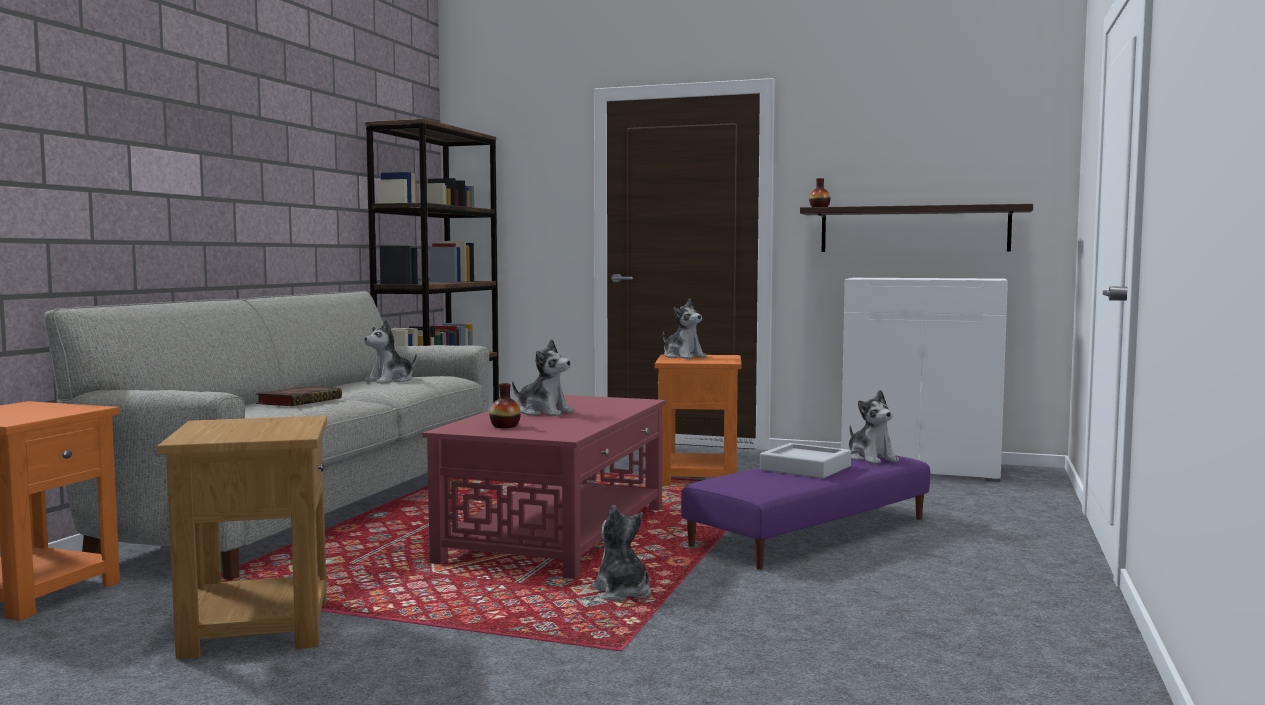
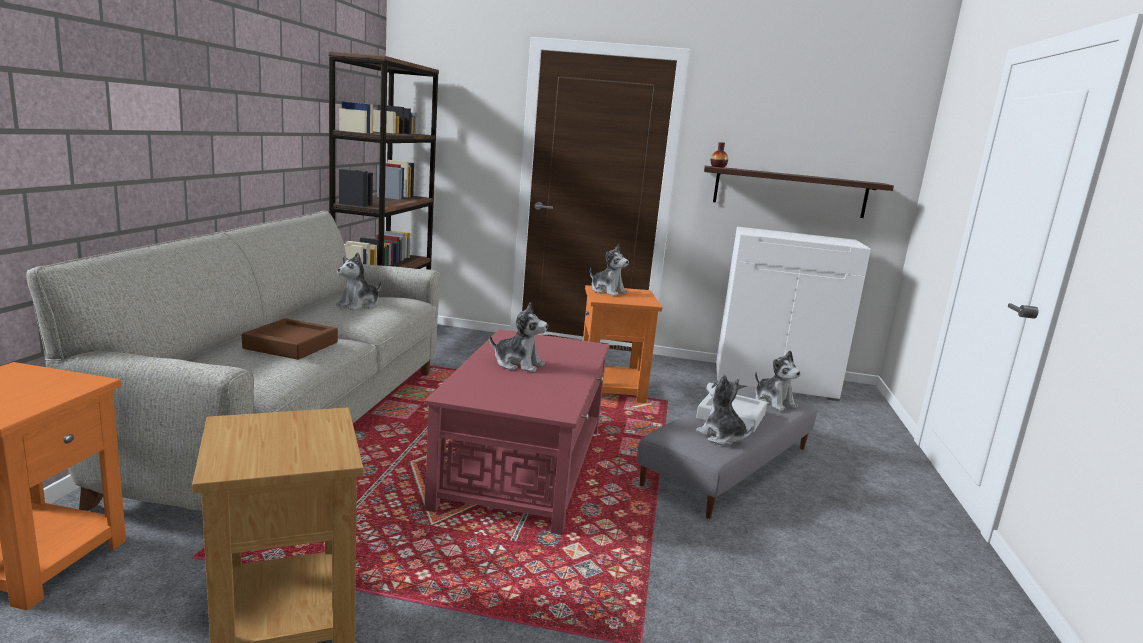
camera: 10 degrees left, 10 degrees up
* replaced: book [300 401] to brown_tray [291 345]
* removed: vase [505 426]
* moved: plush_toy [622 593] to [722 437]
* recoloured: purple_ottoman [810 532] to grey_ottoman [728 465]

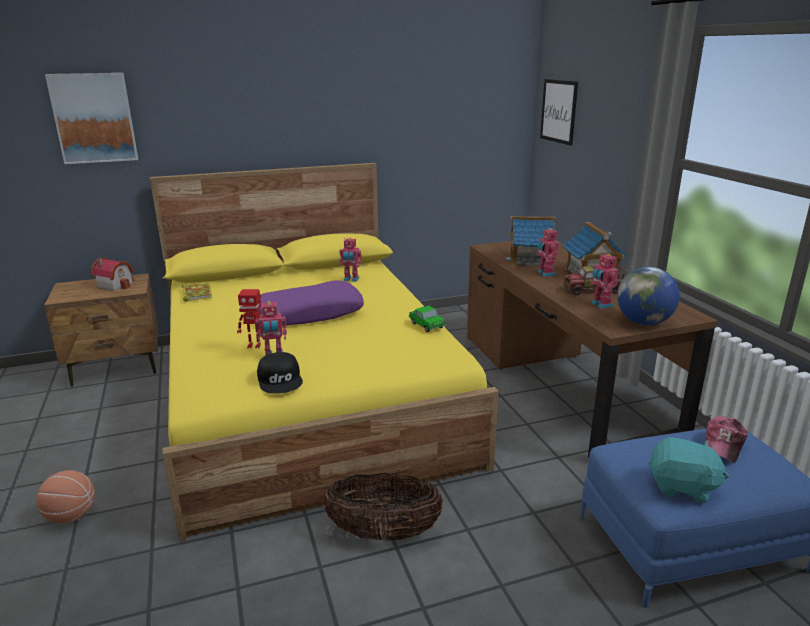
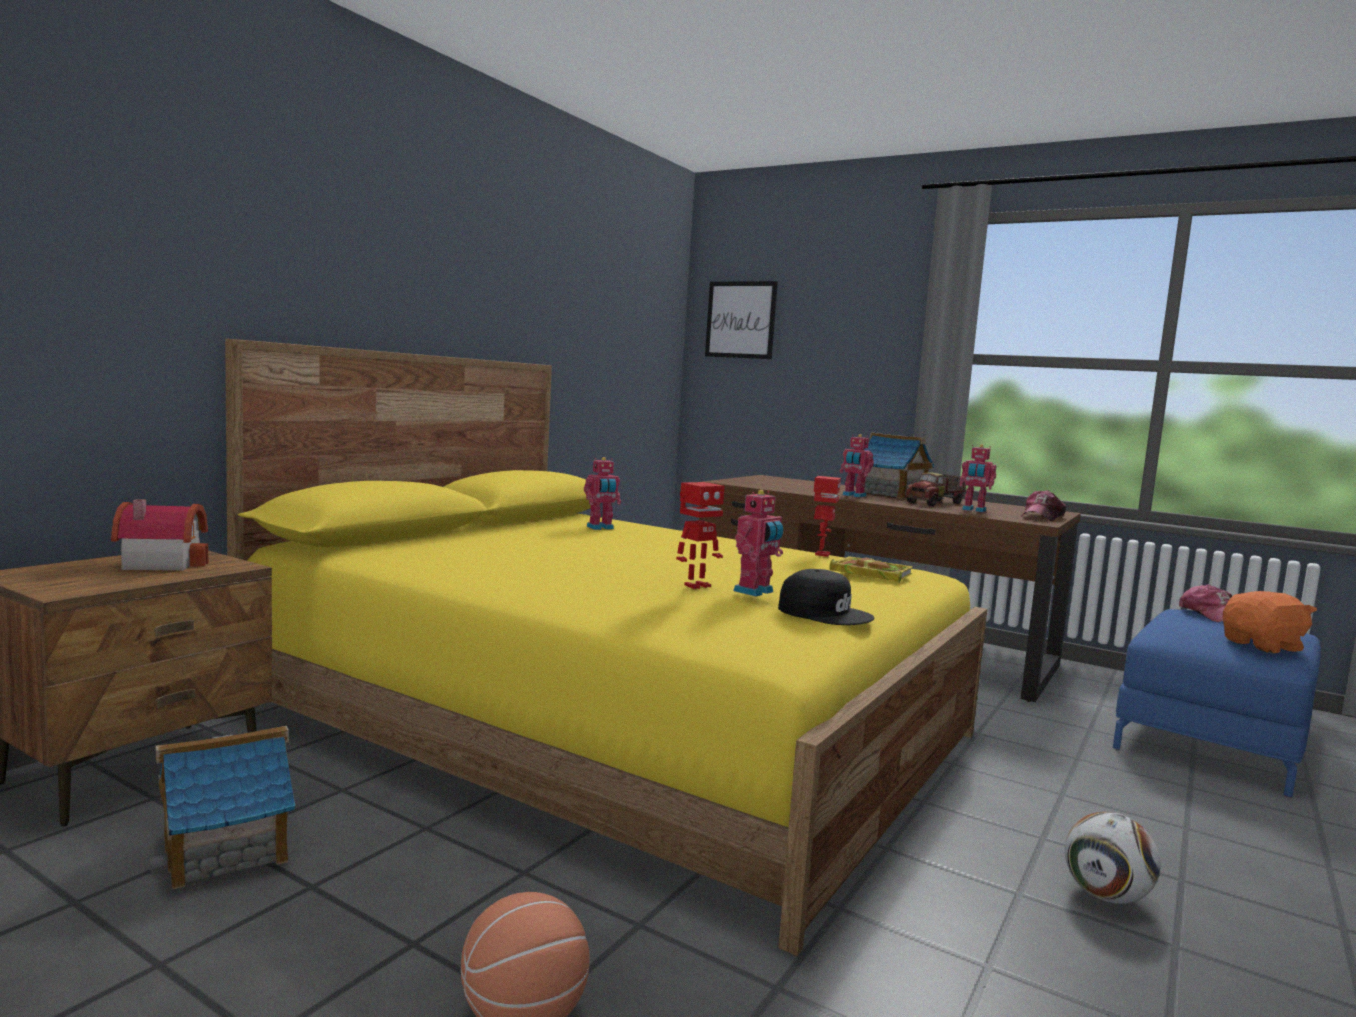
camera: 40 degrees left, 15 degrees down
* removed: picture [94 118]
* moved: book [196 293] to [869 573]
* removed: purple_pillow [310 314]
* removed: basket [384 533]
* replaced: toy_car [427 325] to toy_robot [821 554]
* moved: toy_house [530 260] to [226 850]
* replaced: globe [643 322] to cap [1042 517]
* recoloured: turquoise_plush_toy [682 487] to orange_plush_toy [1263 646]
* added: football [1106 896]

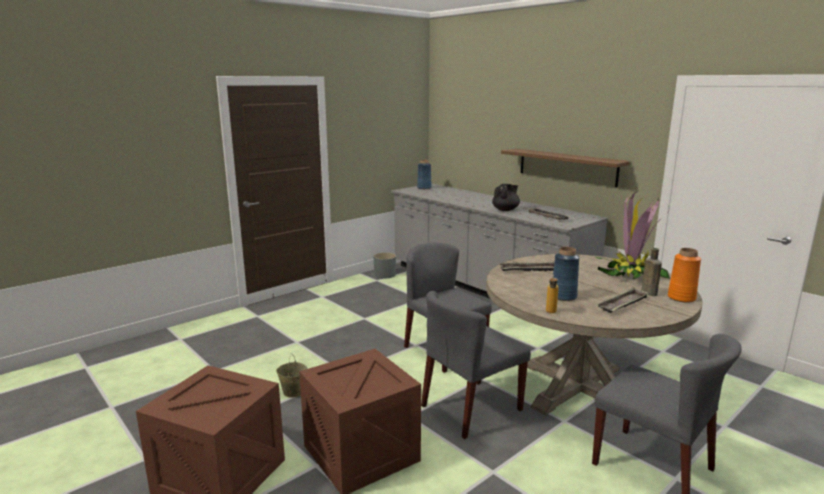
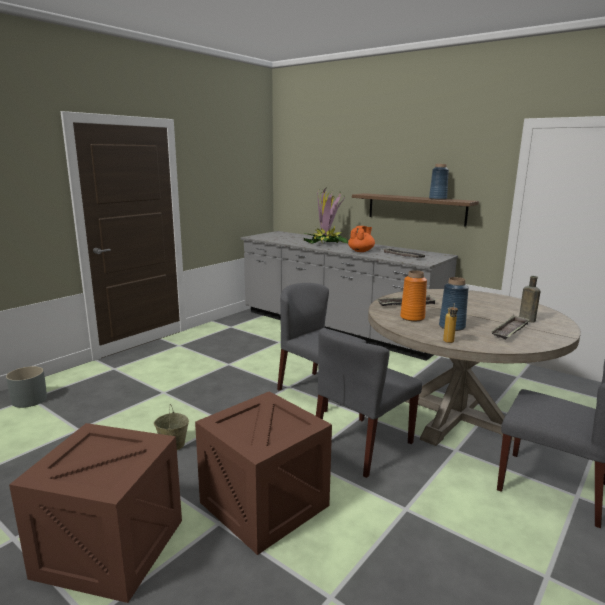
camera: 10 degrees left, 0 degrees up
* moved: grey_planter [385 274] to [29 400]
* moved: blue_vase [424 188] to [437 199]
* recoloured: black_teapot [505 210] to orange_teapot [361 251]
* moved: potted_plant [631 275] to [326 243]
* moved: orange_vase [681 298] to [412 317]

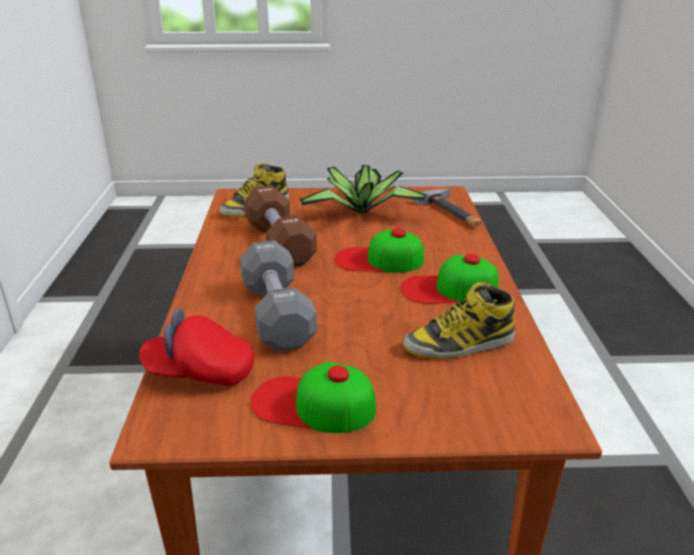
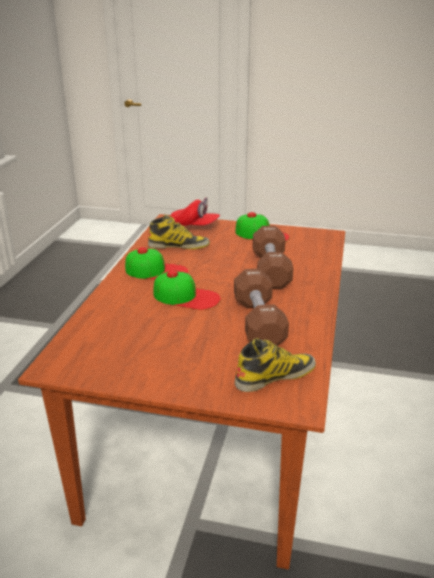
camera: 165 degrees left, 0 degrees up
* moved: red_cap [200 372] to [194 226]
* recoloured: grey_dumbbell [277 314] to brown_dumbbell [271 270]
* removed: potted_plant [362 211]
* removed: hammer [453 212]

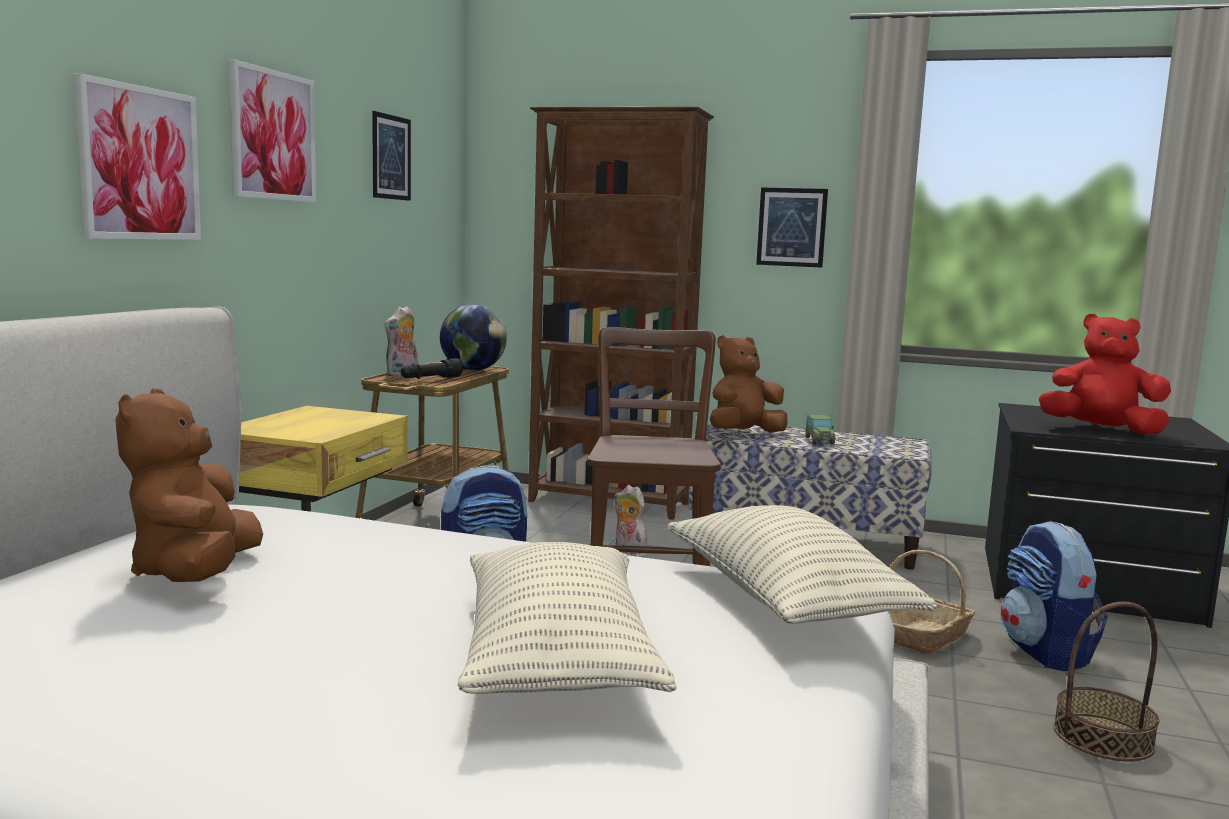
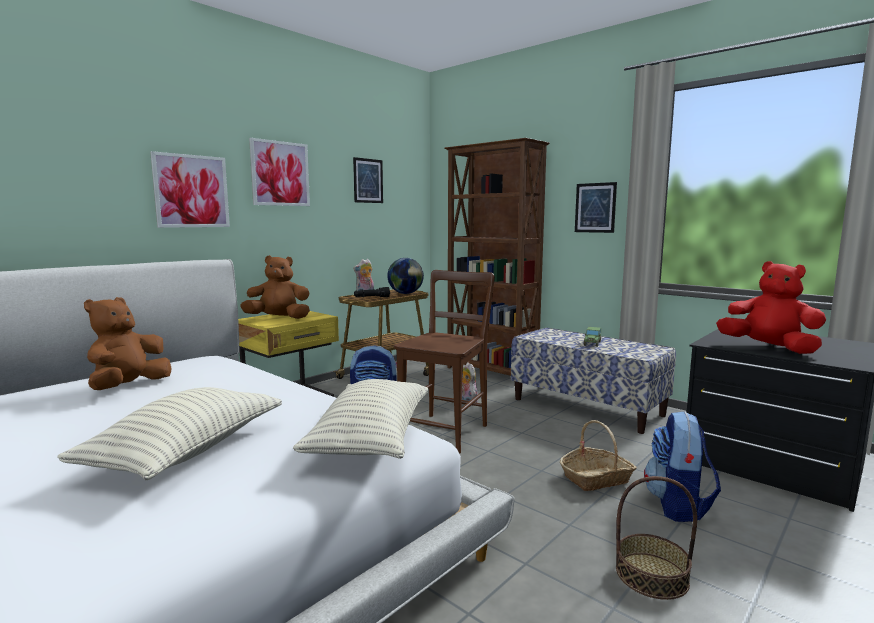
camera: 25 degrees right, 0 degrees up
* moved: brown_plush_toy [743 434] to [278 318]

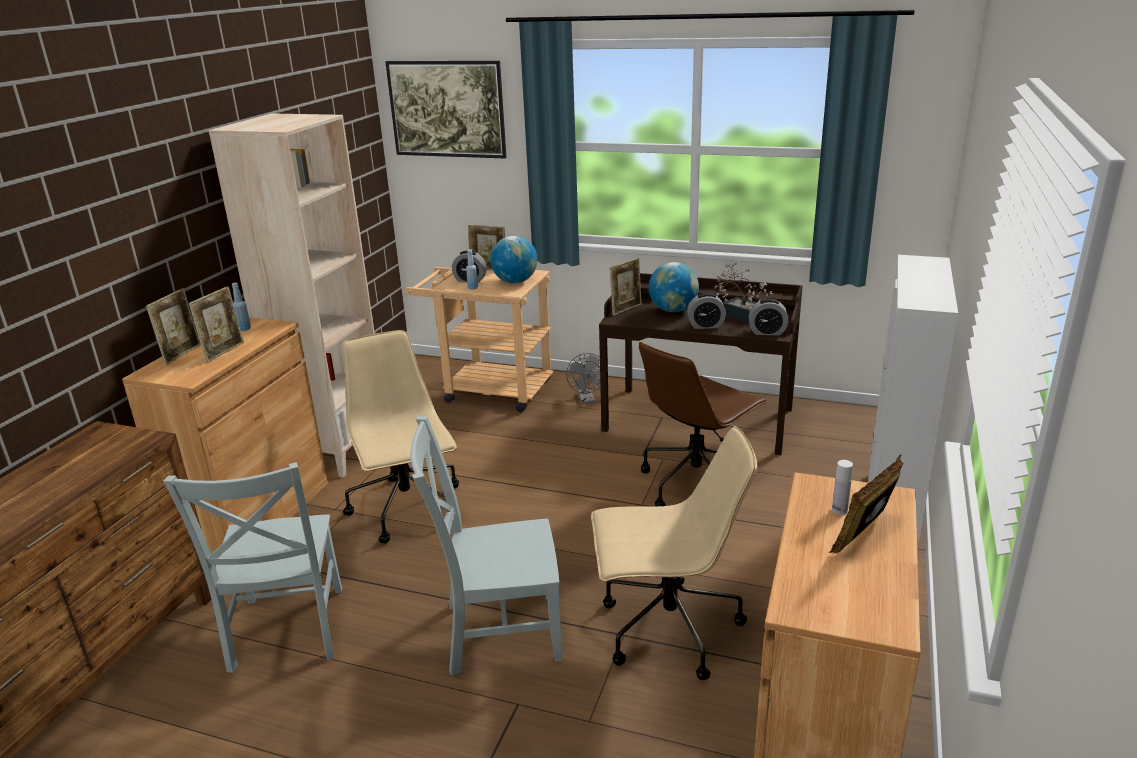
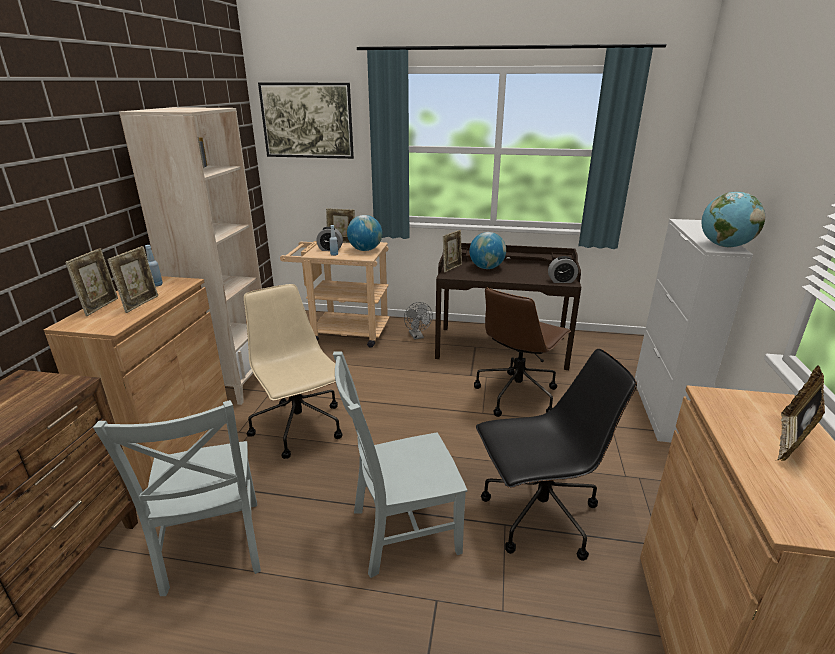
camera: 10 degrees left, 0 degrees up
* recoloured: beige_office_chair [667 630] to black_office_chair [538 517]
* removed: alarm_clock [705 326]
* removed: potted_plant [739 314]
* removed: white_bottle [839 510]
* added: globe [724 246]

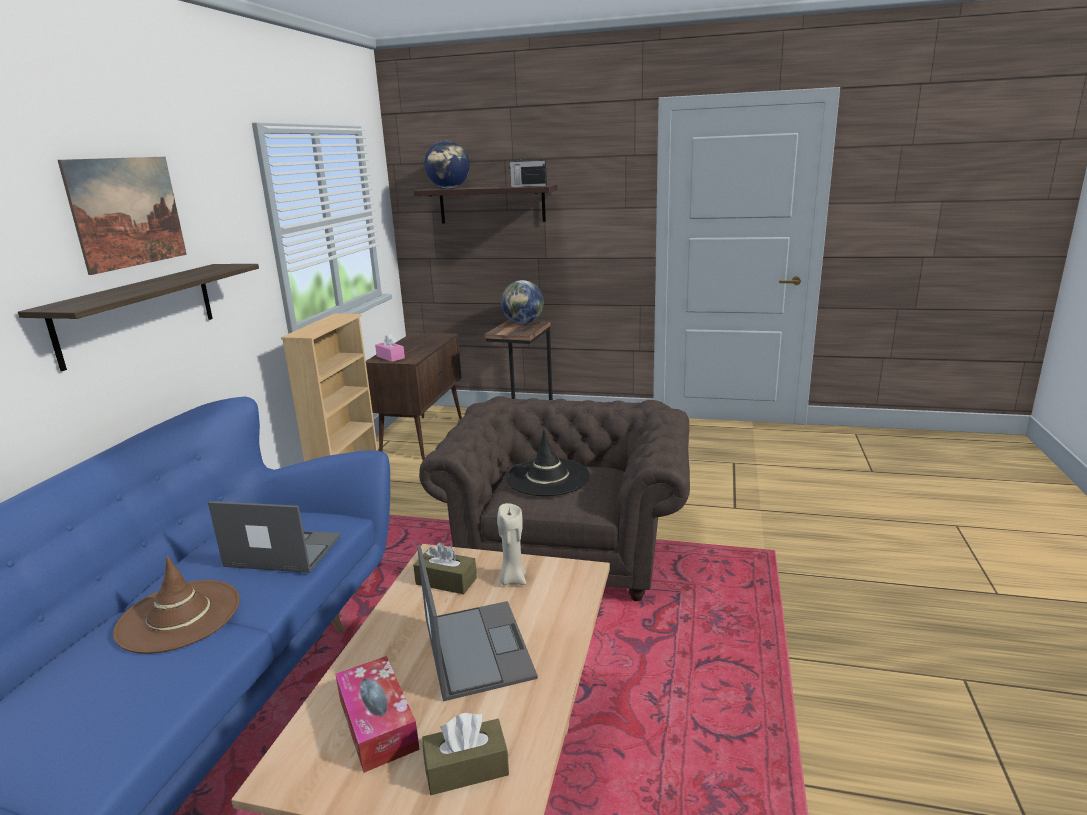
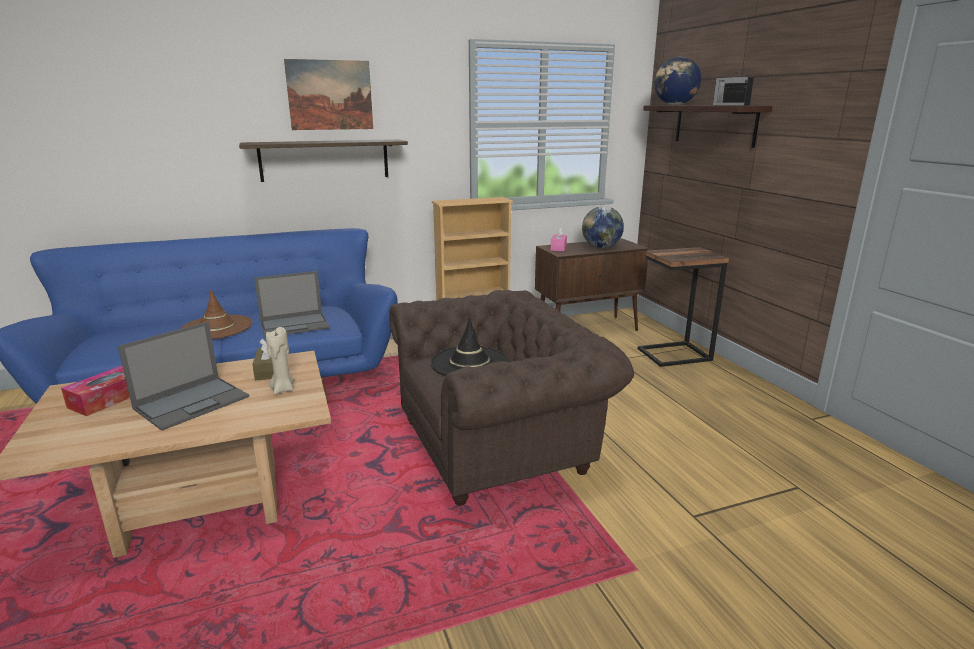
camera: 55 degrees right, 0 degrees up
* turned: laptop [282 551] = [295 325] 90 degrees clockwise
* removed: brown_tissue_box [466 768]
* moved: globe [523 323] to [601 247]

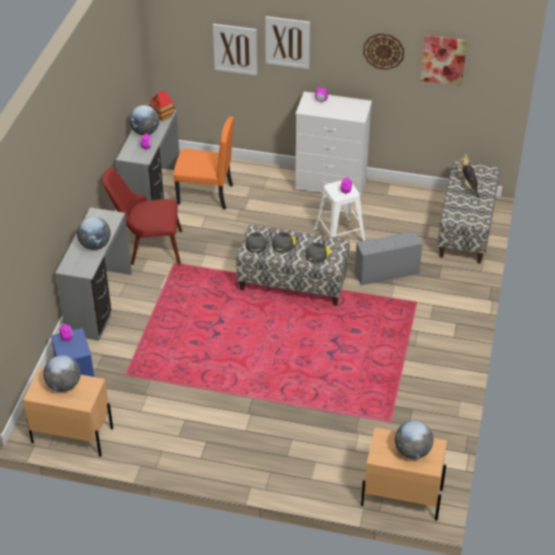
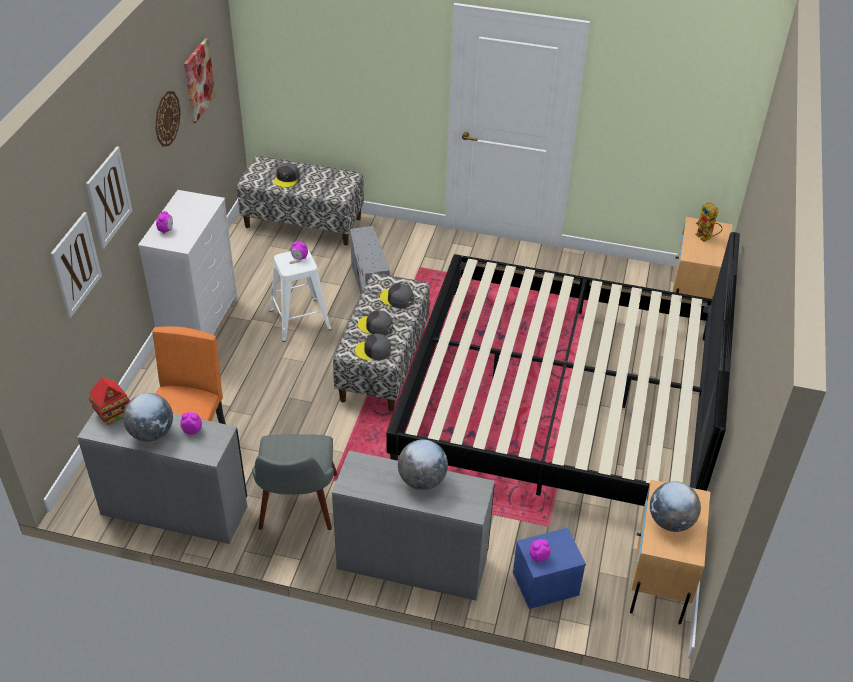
camera: 90 degrees left, 0 degrees up
* recoloured: red_chair [147 248] to grey_chair [297 511]
* replaced: globe [412 452] to toy_robot [706 238]
* replaced: plush_toy [468 186] to grey_cap [287 178]
* added: bed [560 398]

